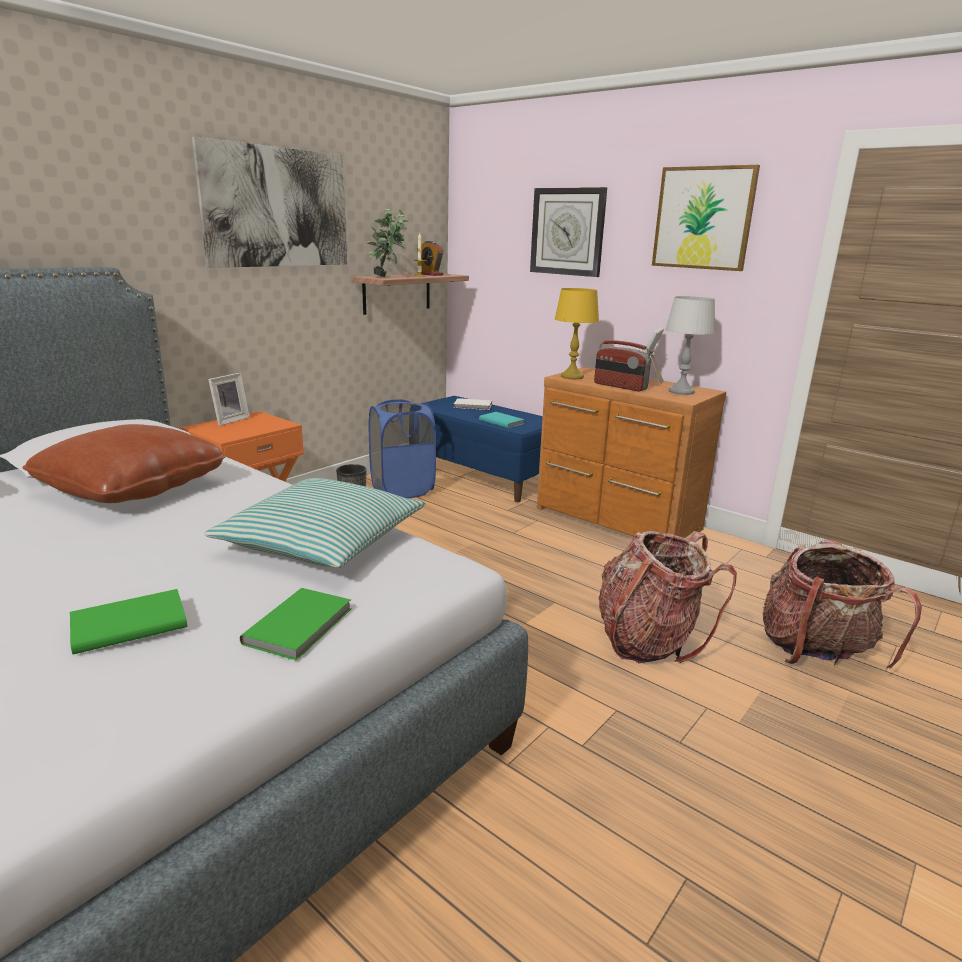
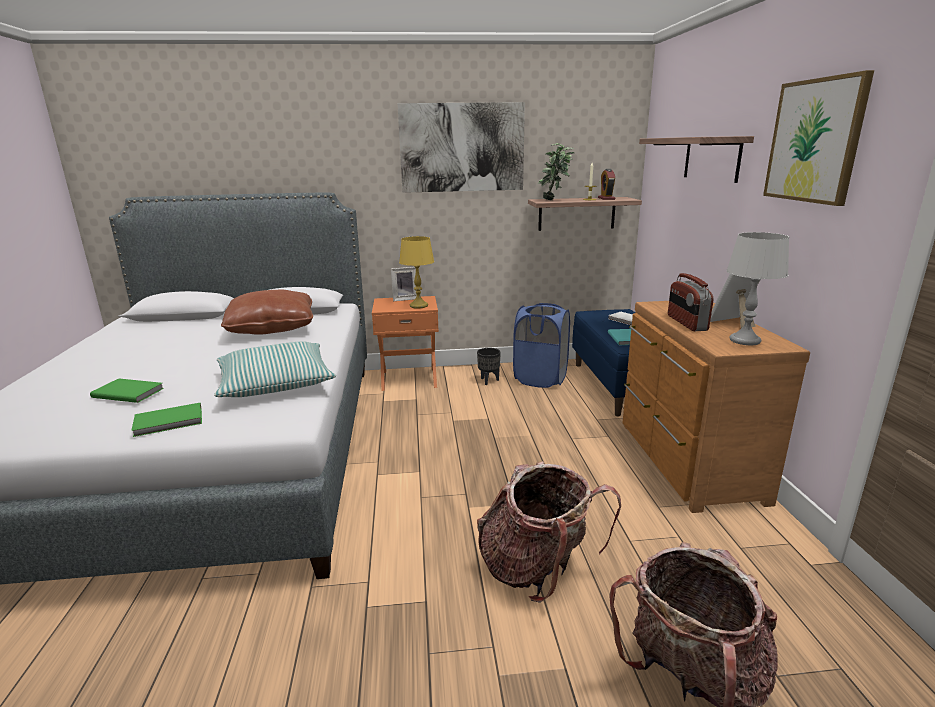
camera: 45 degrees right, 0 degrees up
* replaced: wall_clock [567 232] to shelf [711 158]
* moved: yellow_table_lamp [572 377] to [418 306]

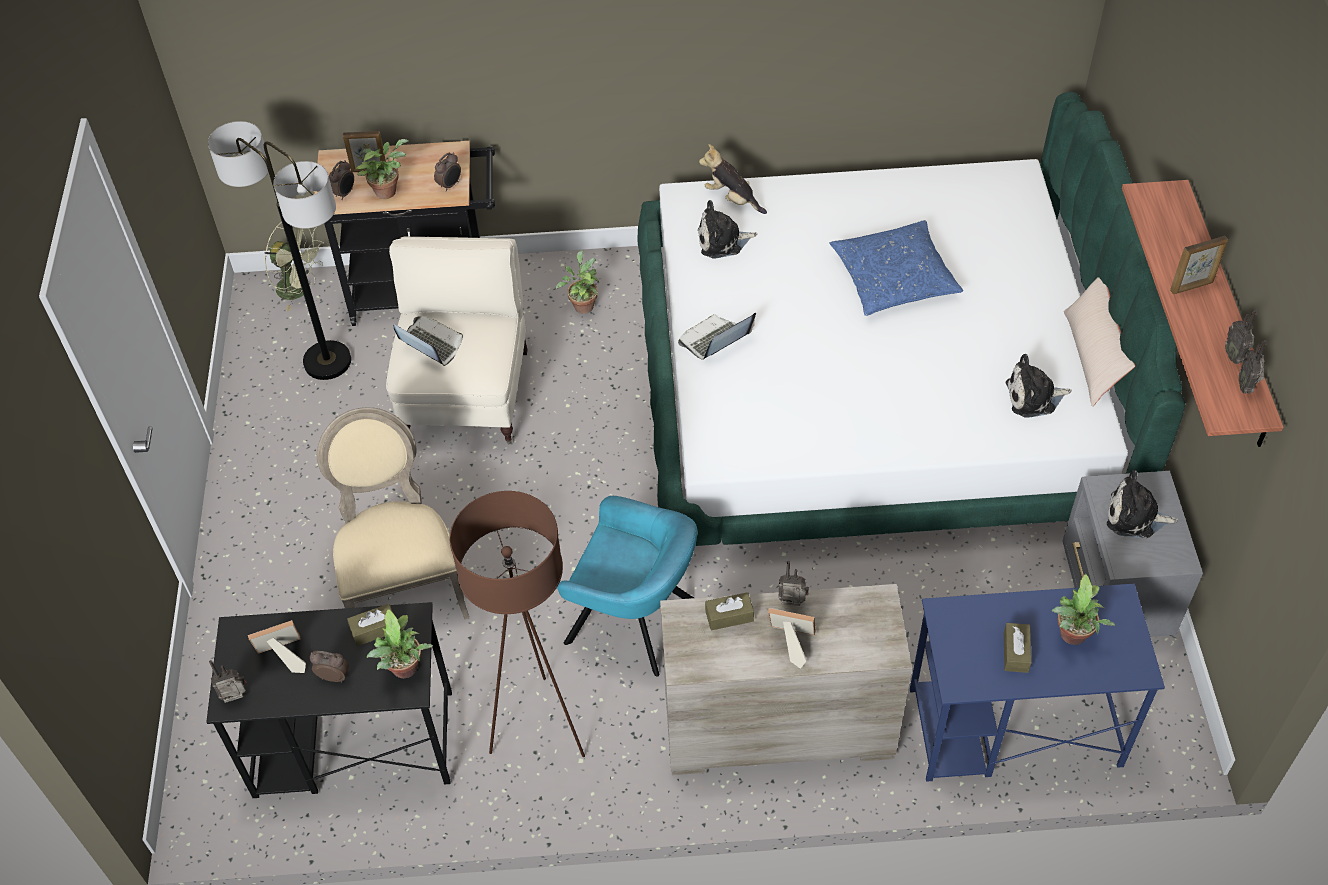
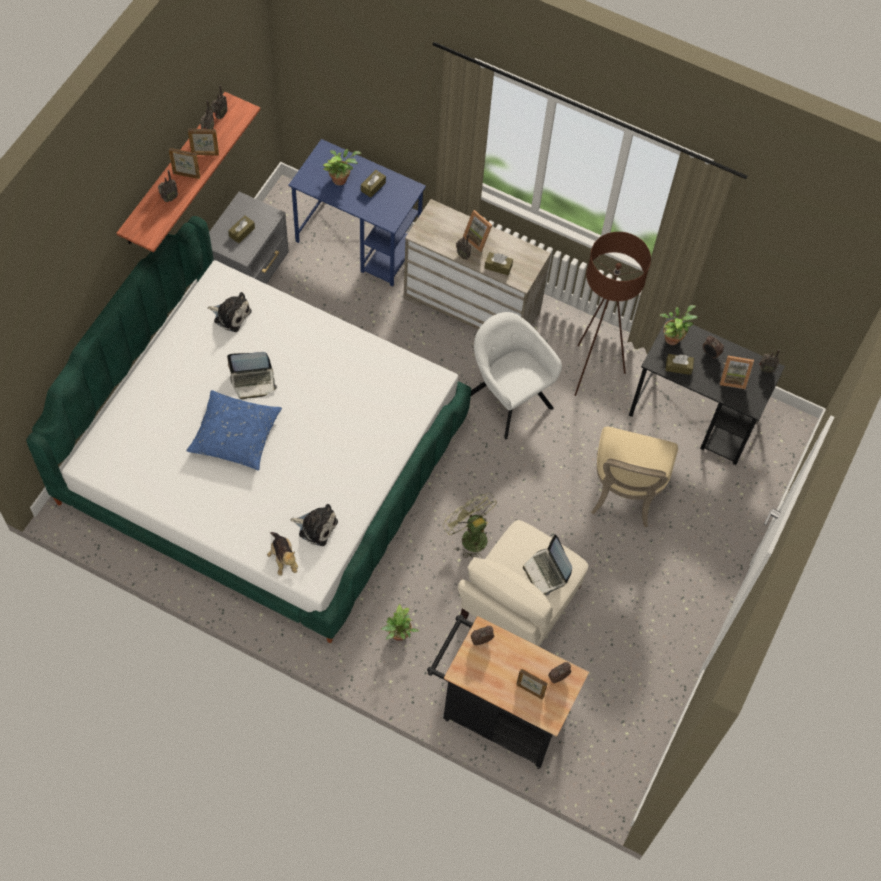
camera: 155 degrees left, 10 degrees up
* removed: floor_lamp [327 361]
* moved: green_fan [300 289] to [469 536]
* removed: potted_plant [387 190]
* recoloured: turquoise_armchair [635 622] to white_armchair [507 398]
* moved: laptop [714 341] to [253 381]
* removed: beige_pillow [1092 356]
* replaced: plush_toy [1135 516] to brown_tissue_box [242 232]
* added: radio [168 198]
* added: picture_frame [205 154]

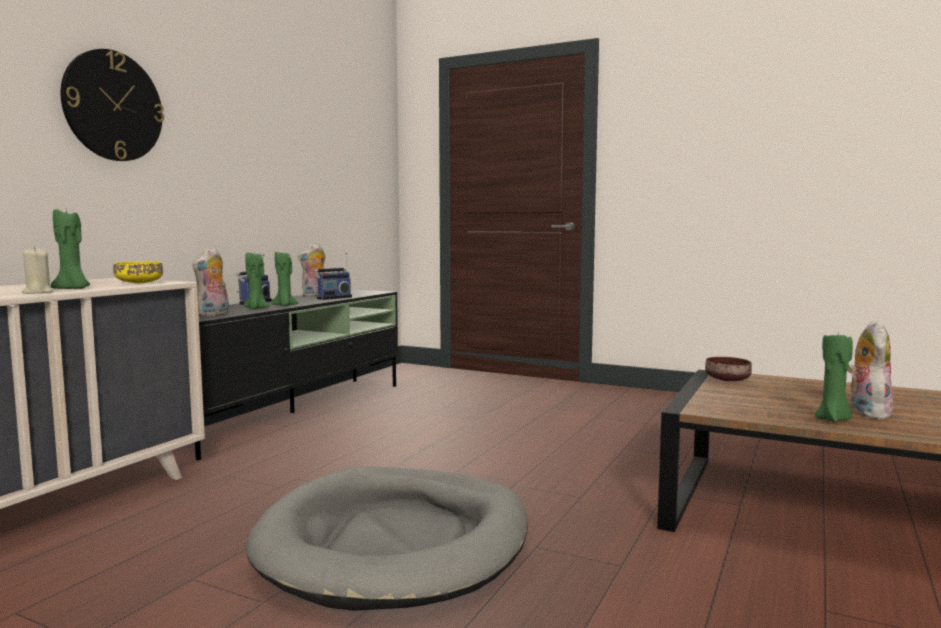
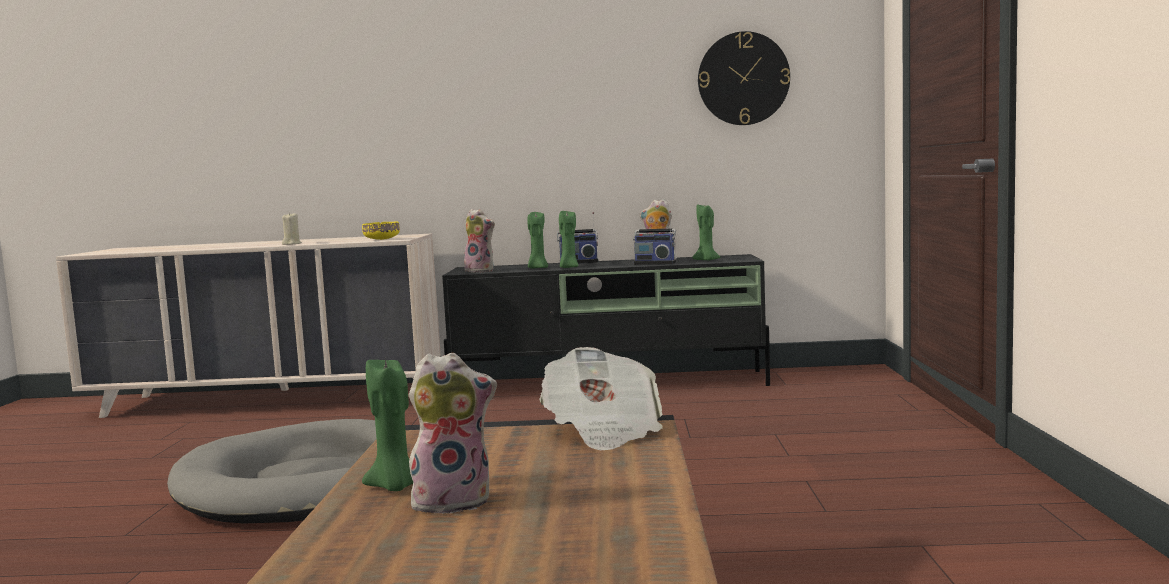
camera: 65 degrees right, 0 degrees up
* moved: green_candle [72 289] to [706 260]
* moved: wall_clock [113 106] to [743 78]
* turned: plush_toy [213 315] = [481 271] 150 degrees counterclockwise
* replaced: brown_bowl [728 380] to newspaper [603 431]

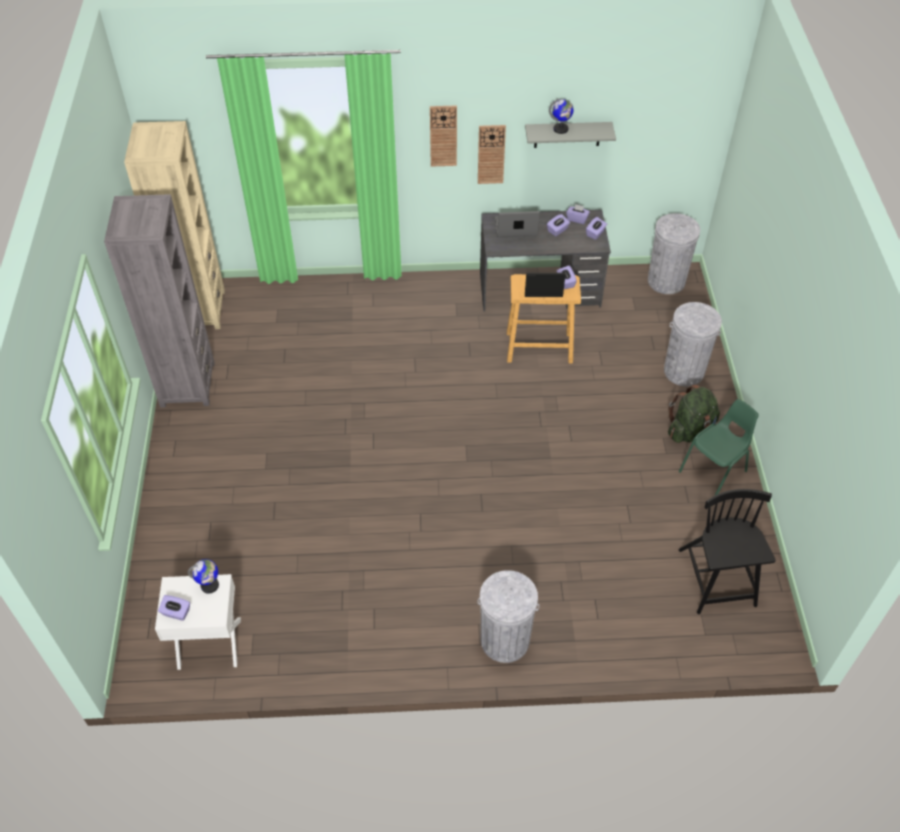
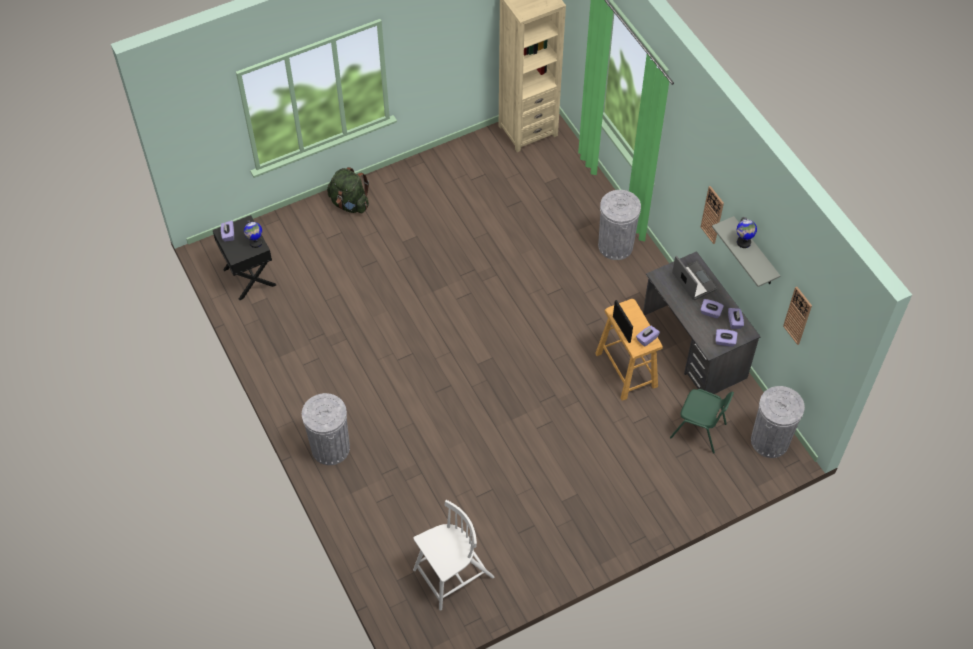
camera: 65 degrees right, 5 degrees up
* removed: grey_bookcase [187 384]
* recoloured: white_nightstand [209 644] to black_nightstand [249 277]
* moved: wall_clock [443 136] to [798 315]
* moved: grey_trash_can [684 371] to [615 246]
* moved: green_backpack [690 430] to [350 203]
* recoloured: black_chair [717 579] to white_chair [452 575]
* moved: green_chair [714 472] to [699 431]

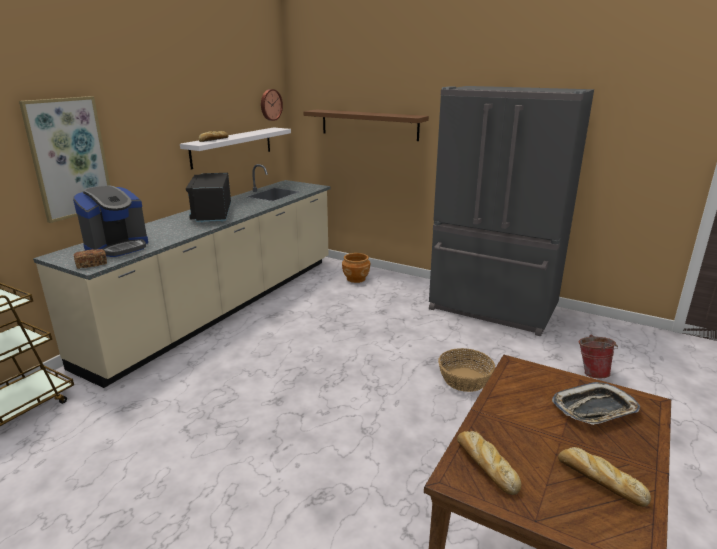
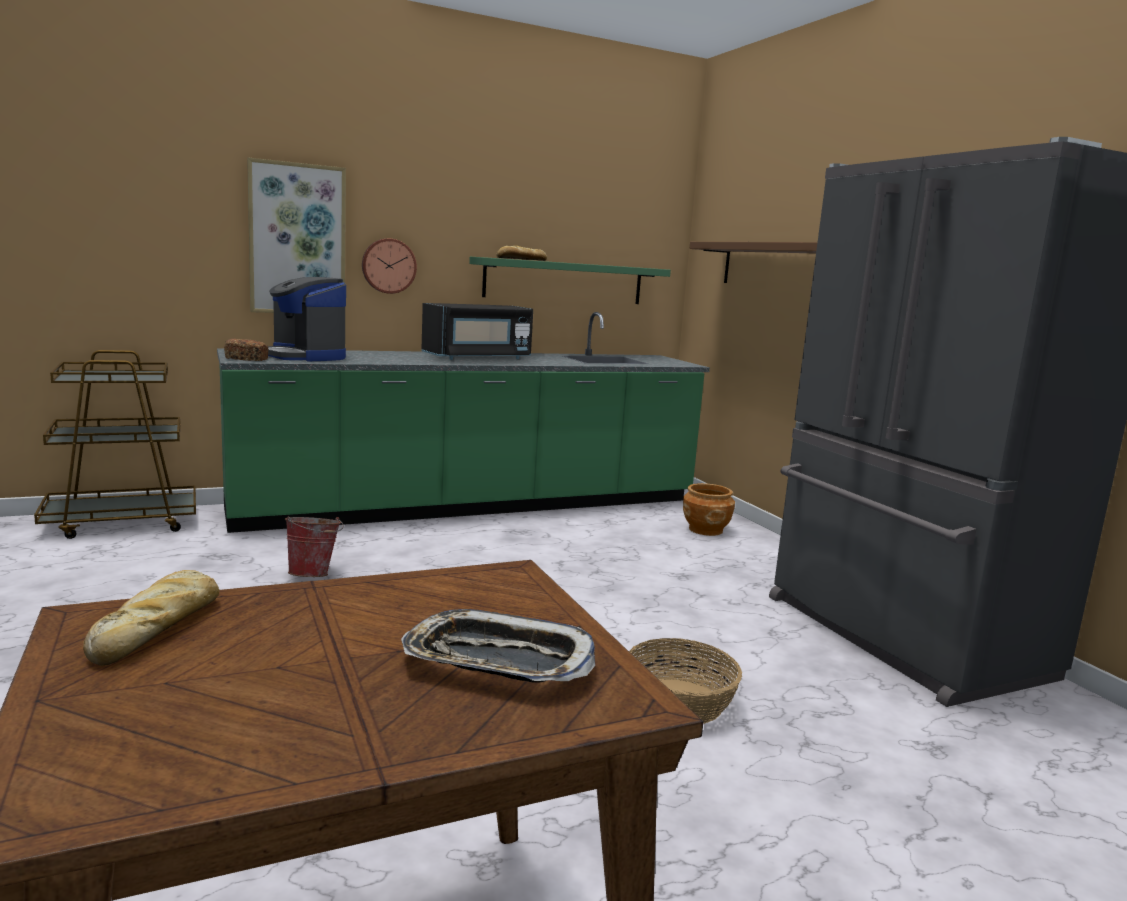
camera: 35 degrees right, 10 degrees down
* recoloured: beige_counter [224 306] to green_counter [473 506]
* turned: coffee_machine [117 247] = [305 356] 60 degrees clockwise
* recoloured: white_shelf [232 147] to green_shelf [564 281]
* turned: black_microwave [212 214] = [478 357] 150 degrees counterclockwise
* moved: wall_clock [270 105] to [388 266]
* removed: bread [599 480]
* moved: bucket [592 372] to [314 574]

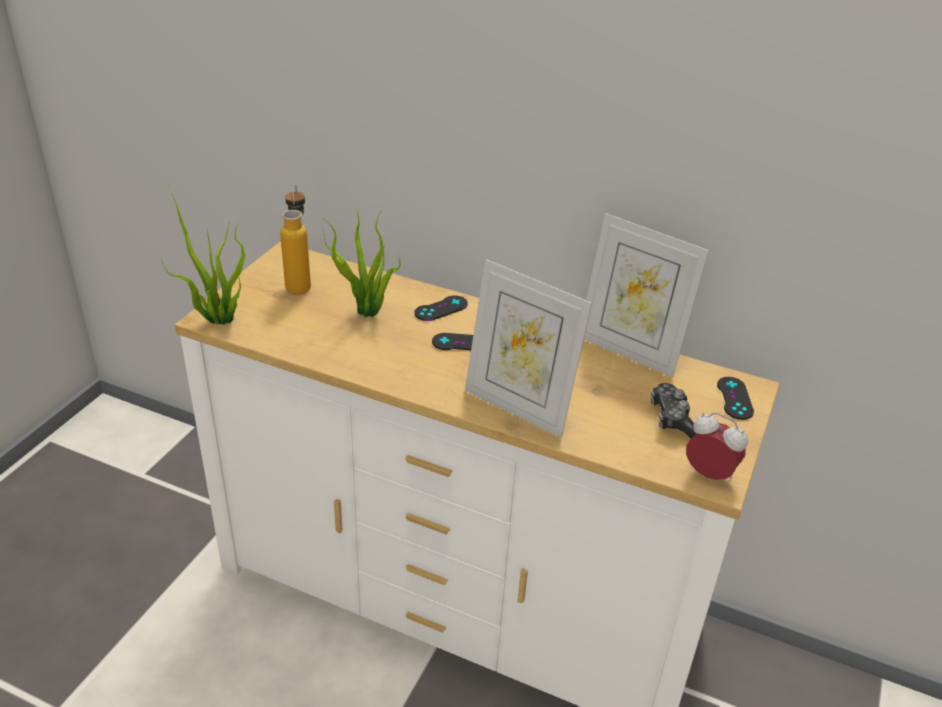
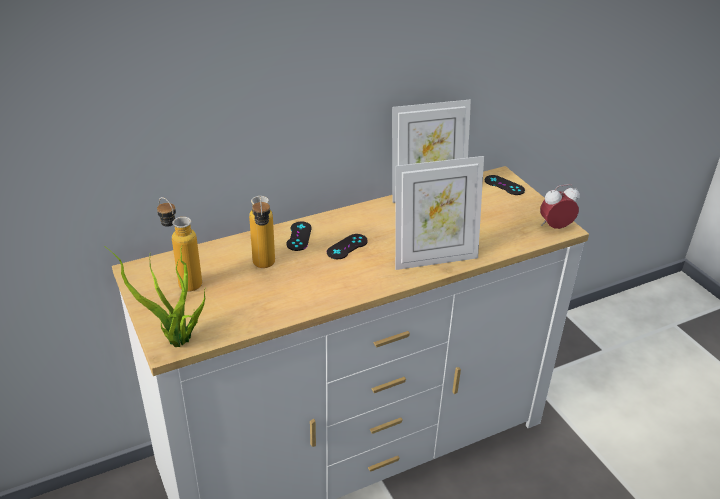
camera: 50 degrees left, 0 degrees up
* replaced: potted_plant [368 313] to bottle [264 268]
* removed: game_controller [672 418]

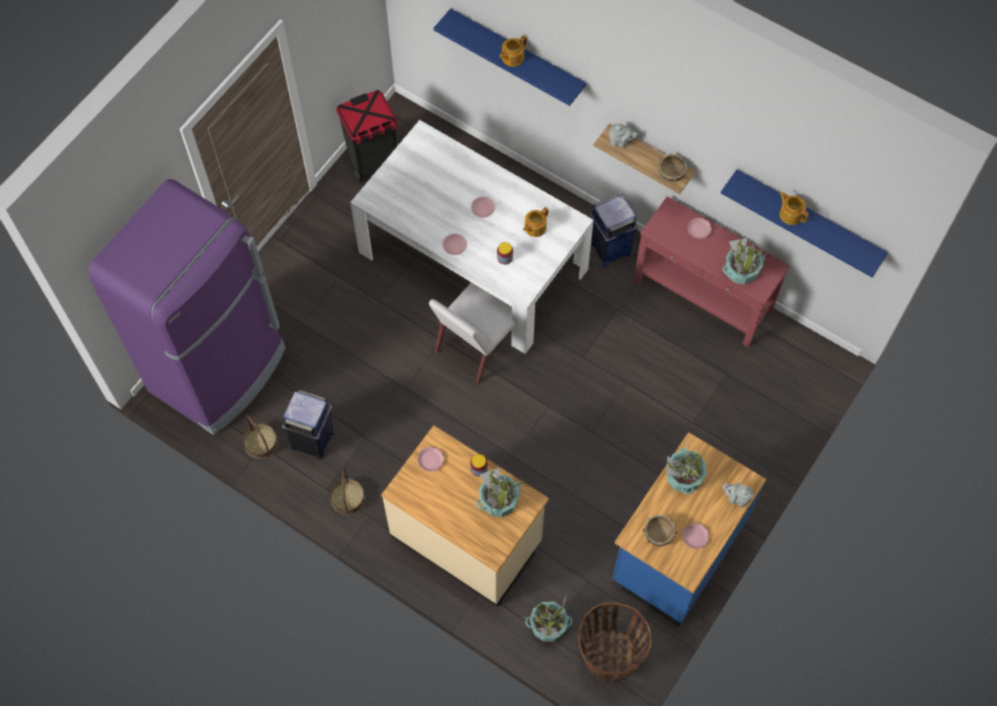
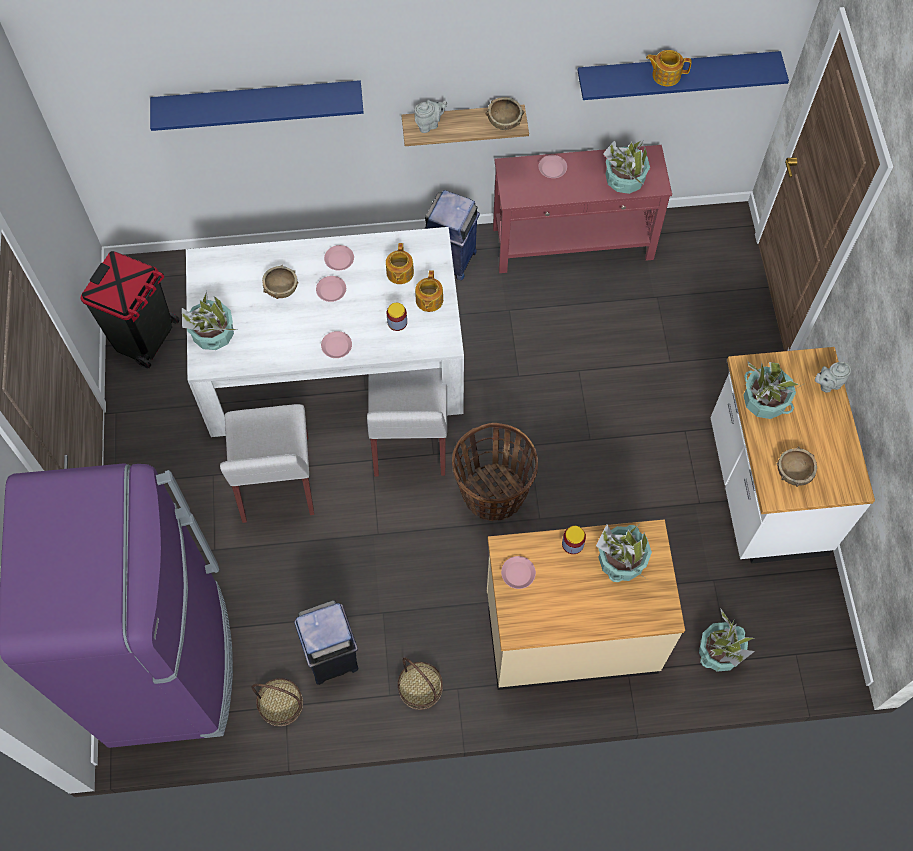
camera: 40 degrees left, 0 degrees up
* moved: teapot [512 57] to [429 300]
* moved: basket [609 656] to [493 494]
* recoloured: blue_counter [676 551] to white_counter [764 489]
* moved: pink_plate [695 536] to [339 259]
* added: potted_plant [213 333]
* added: white_chair [276 480]
* added: brown_bowl [281 288]

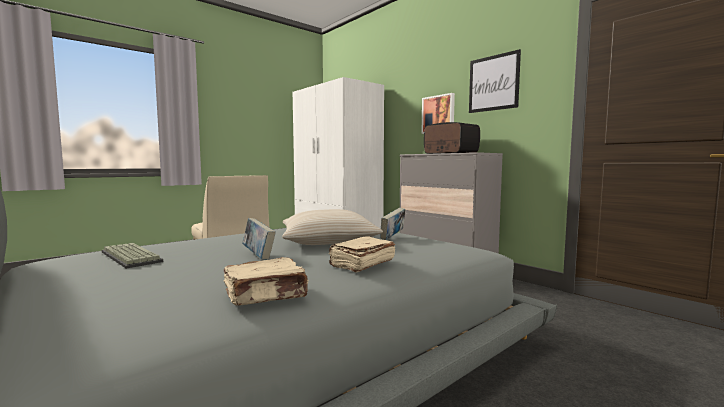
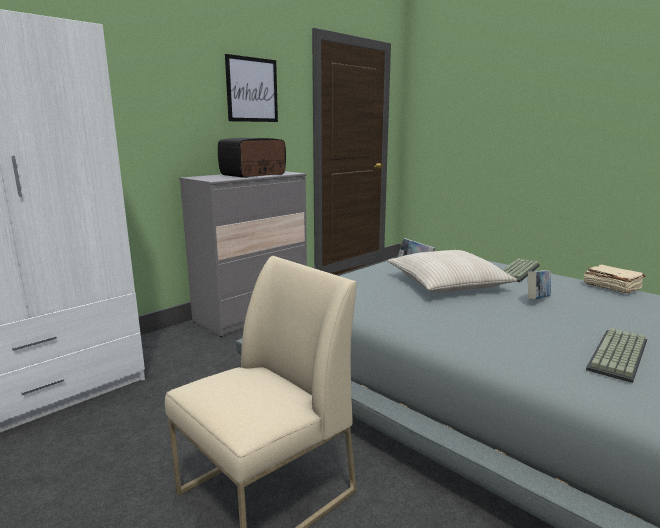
camera: 95 degrees left, 10 degrees up
* replaced: beige_book [361 264] to keyboard [518 272]
* removed: picture [438 114]

